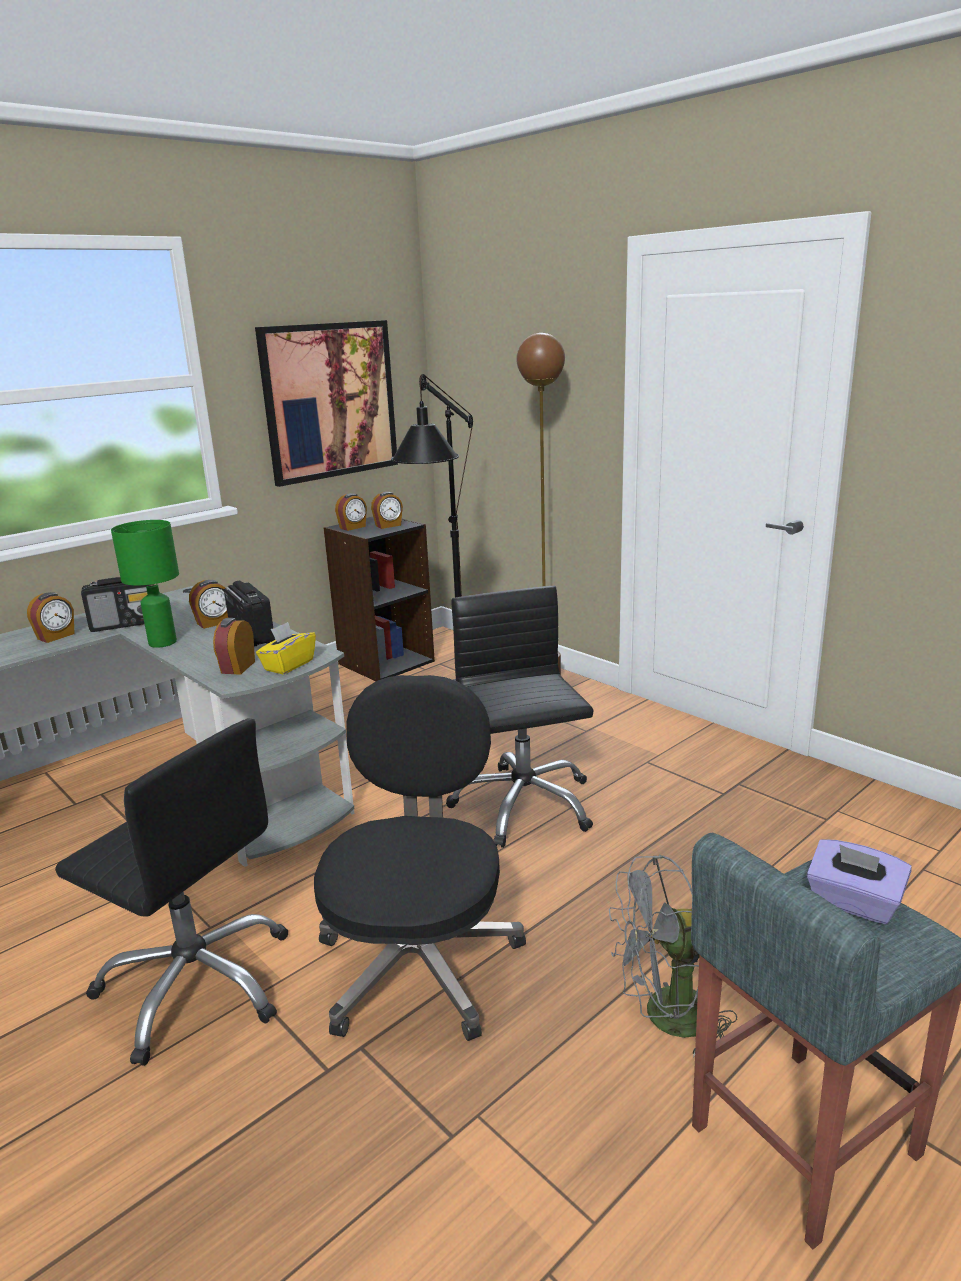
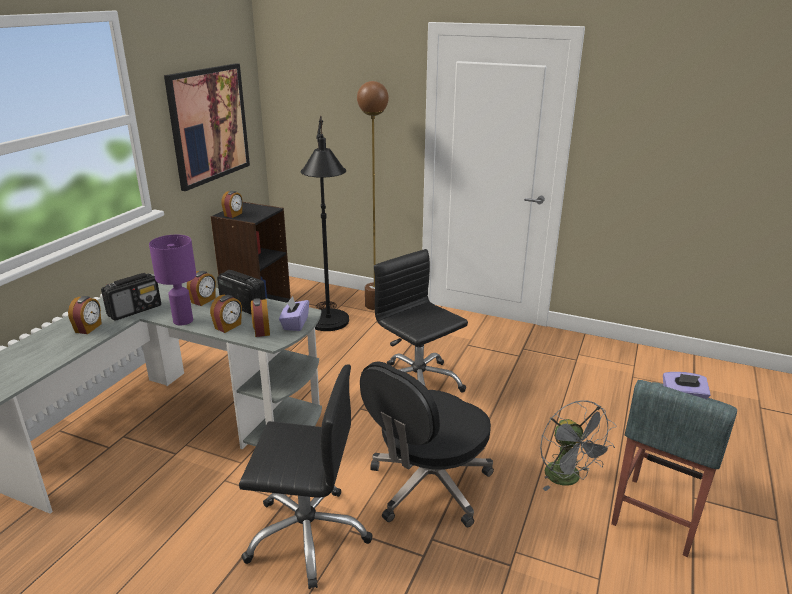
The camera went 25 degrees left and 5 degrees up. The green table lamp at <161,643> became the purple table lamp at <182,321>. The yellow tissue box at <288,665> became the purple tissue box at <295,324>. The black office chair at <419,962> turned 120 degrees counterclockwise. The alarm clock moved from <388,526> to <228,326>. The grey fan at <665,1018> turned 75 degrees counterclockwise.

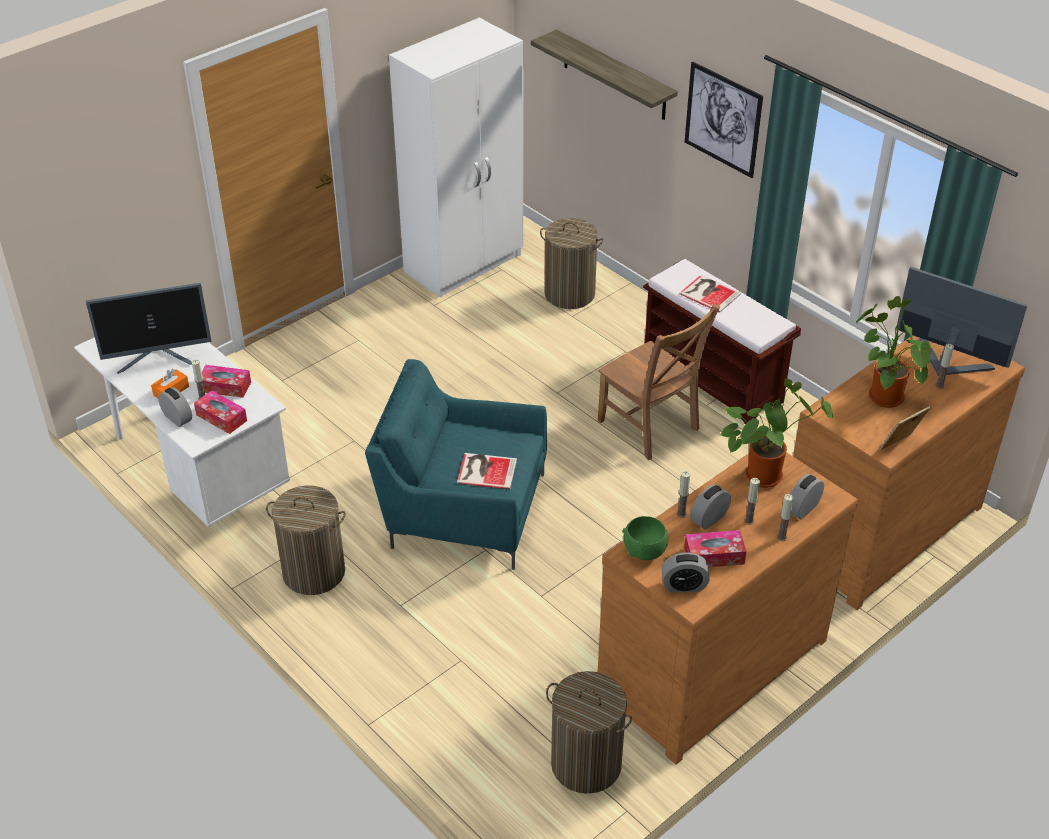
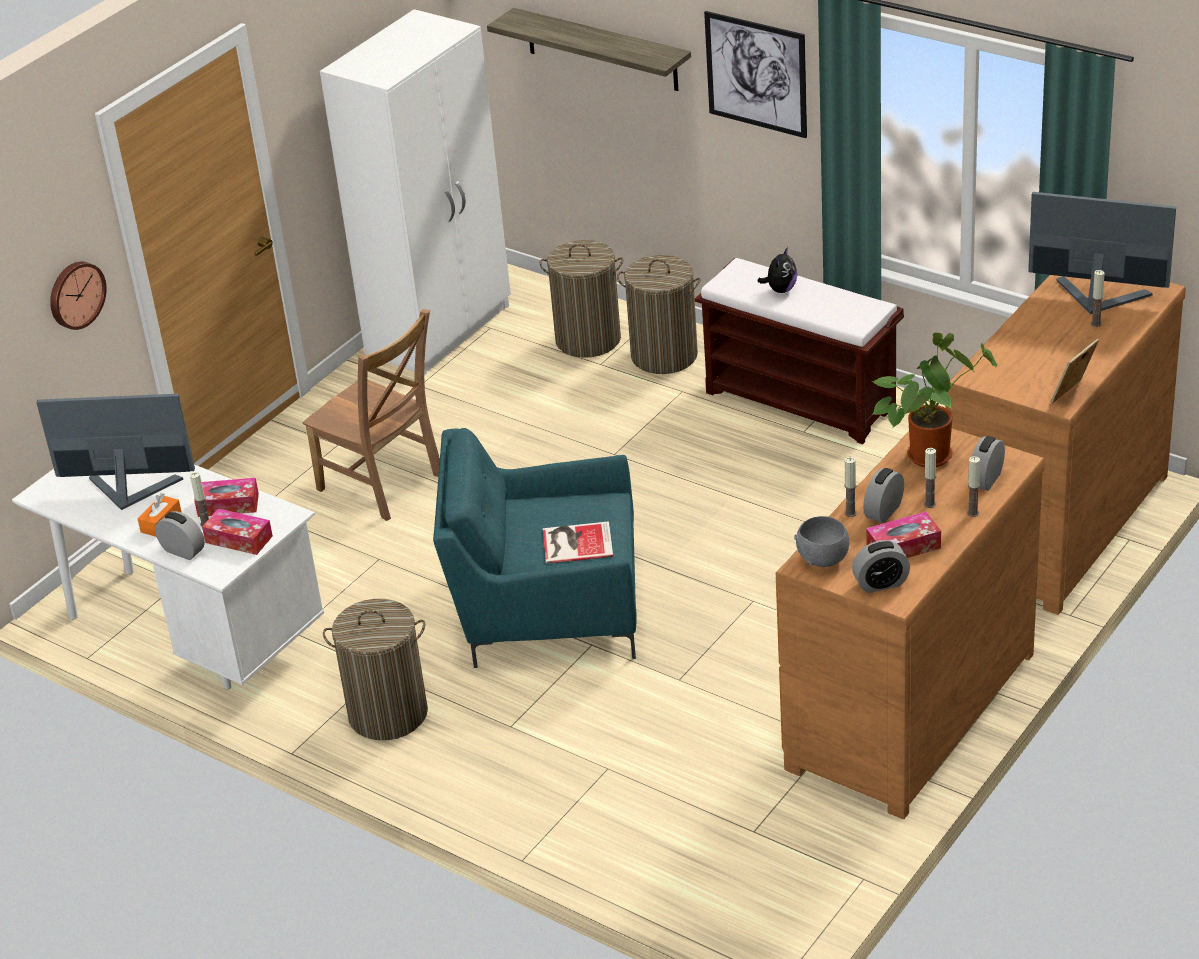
The camera went 10 degrees left and 5 degrees down. The monitor at <158,359> turned 150 degrees counterclockwise. The laundry basket moved from <586,764> to <664,356>. The brown chair moved from <650,427> to <383,484>. The green bowl at <645,551> became the grey bowl at <824,559>. The book at <709,293> was replaced by the plush toy at <780,290>. The potted plant at <882,395> disappeared. The wall clock at <75,294> appeared.

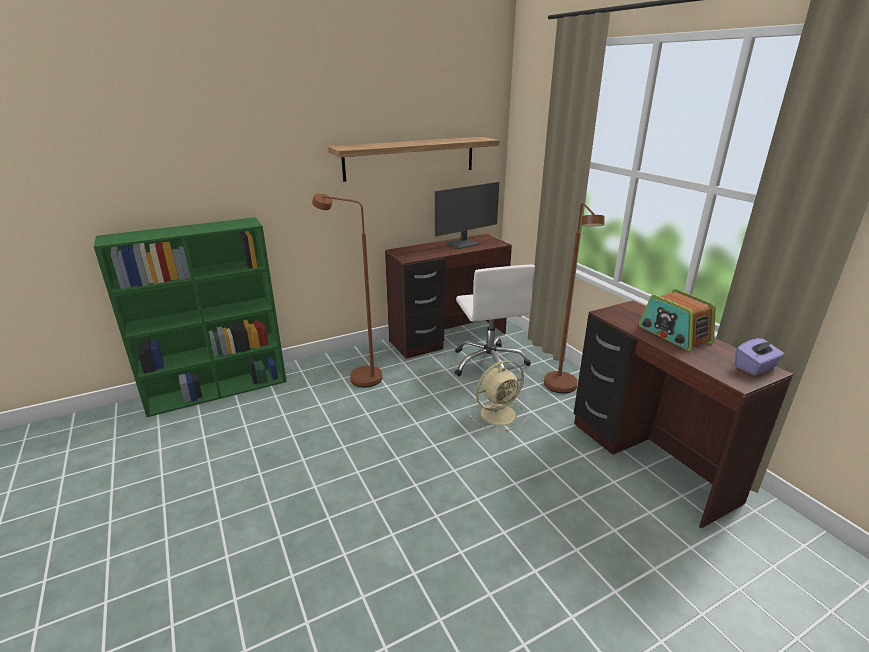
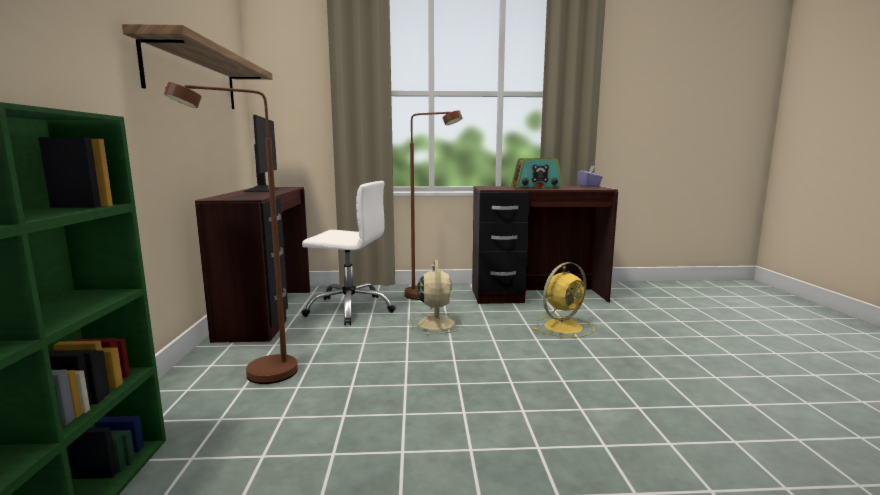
The camera went 65 degrees left and 15 degrees down. The yellow fan at <564,326> appeared.

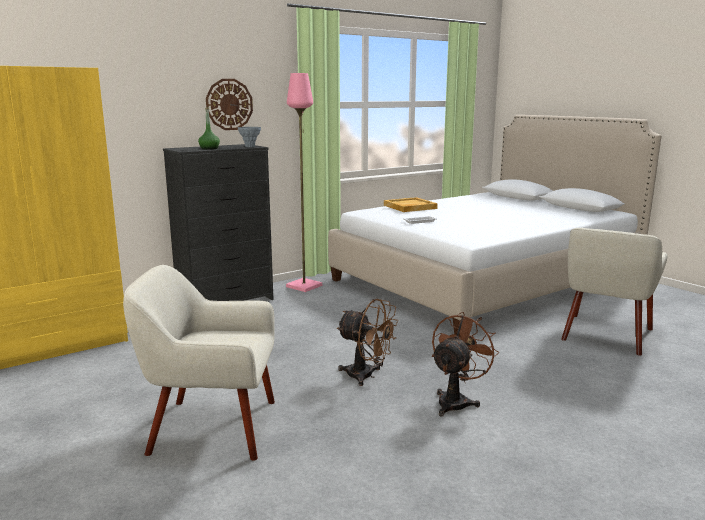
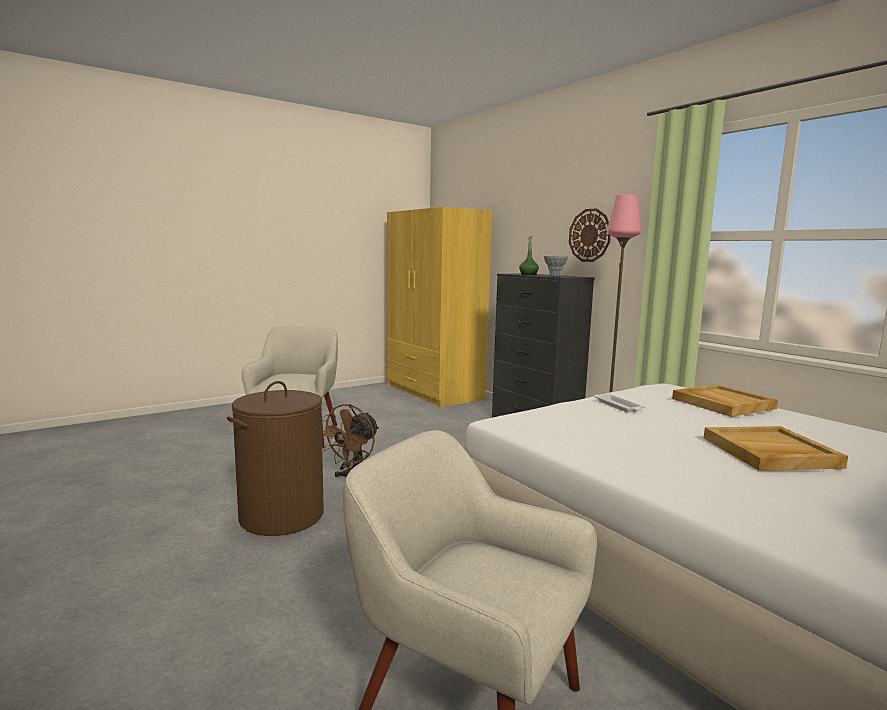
The camera went 90 degrees right and 5 degrees down. The brown fan at <456,401> was replaced by the brown laundry basket at <282,515>. The beige tray at <769,452> appeared.

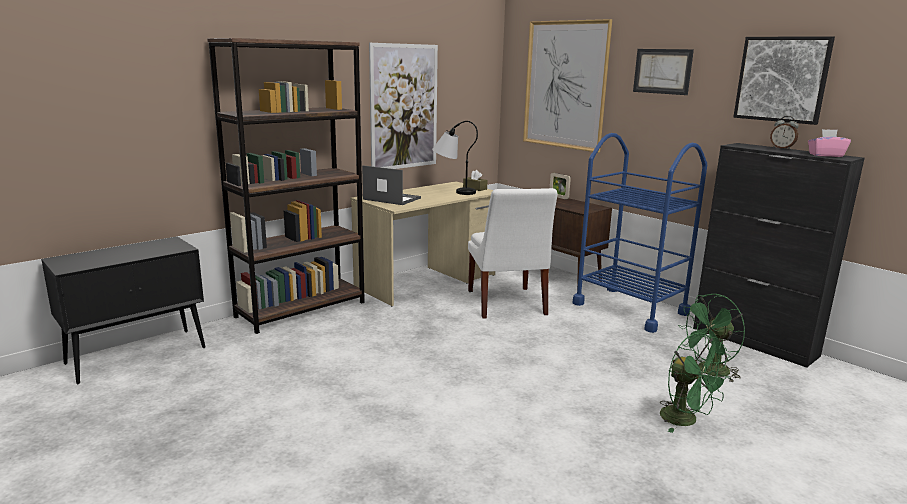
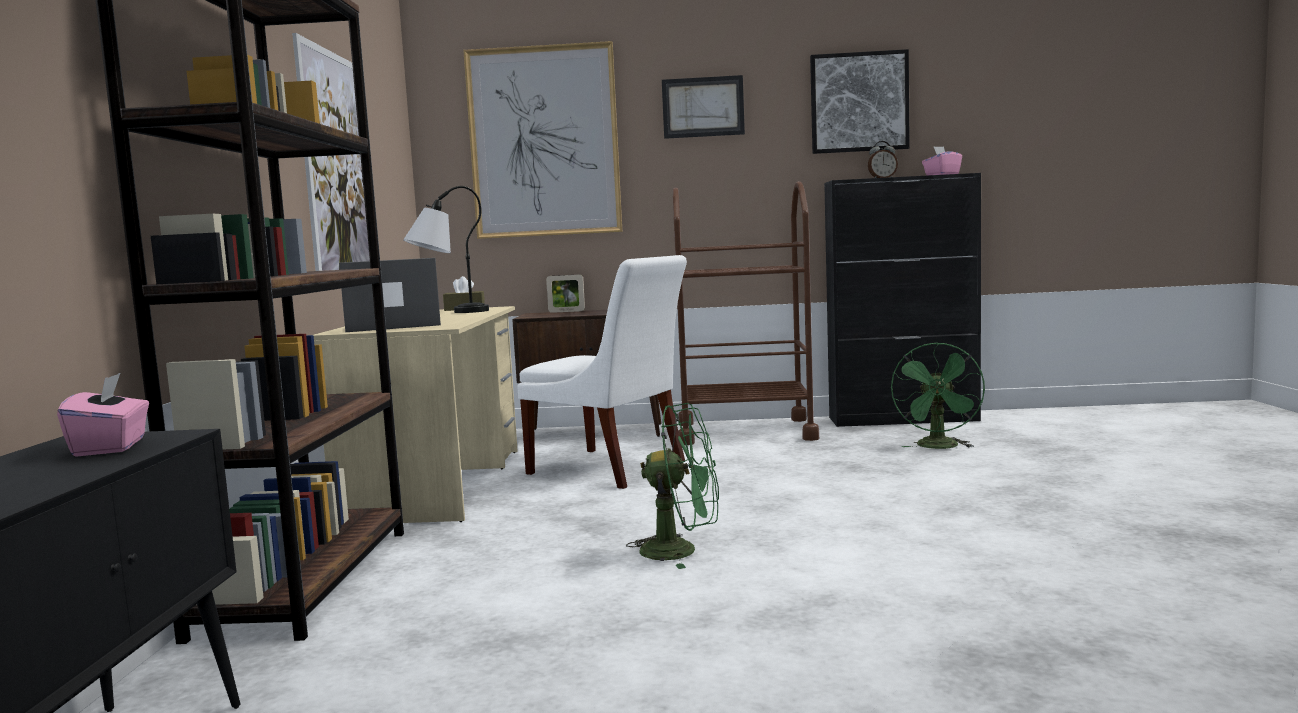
The camera went 45 degrees left and 10 degrees down. The blue cart at <630,308> became the brown cart at <745,431>. The green fan moved from <686,420> to <681,551>. The pink tissue box at <111,447> appeared.

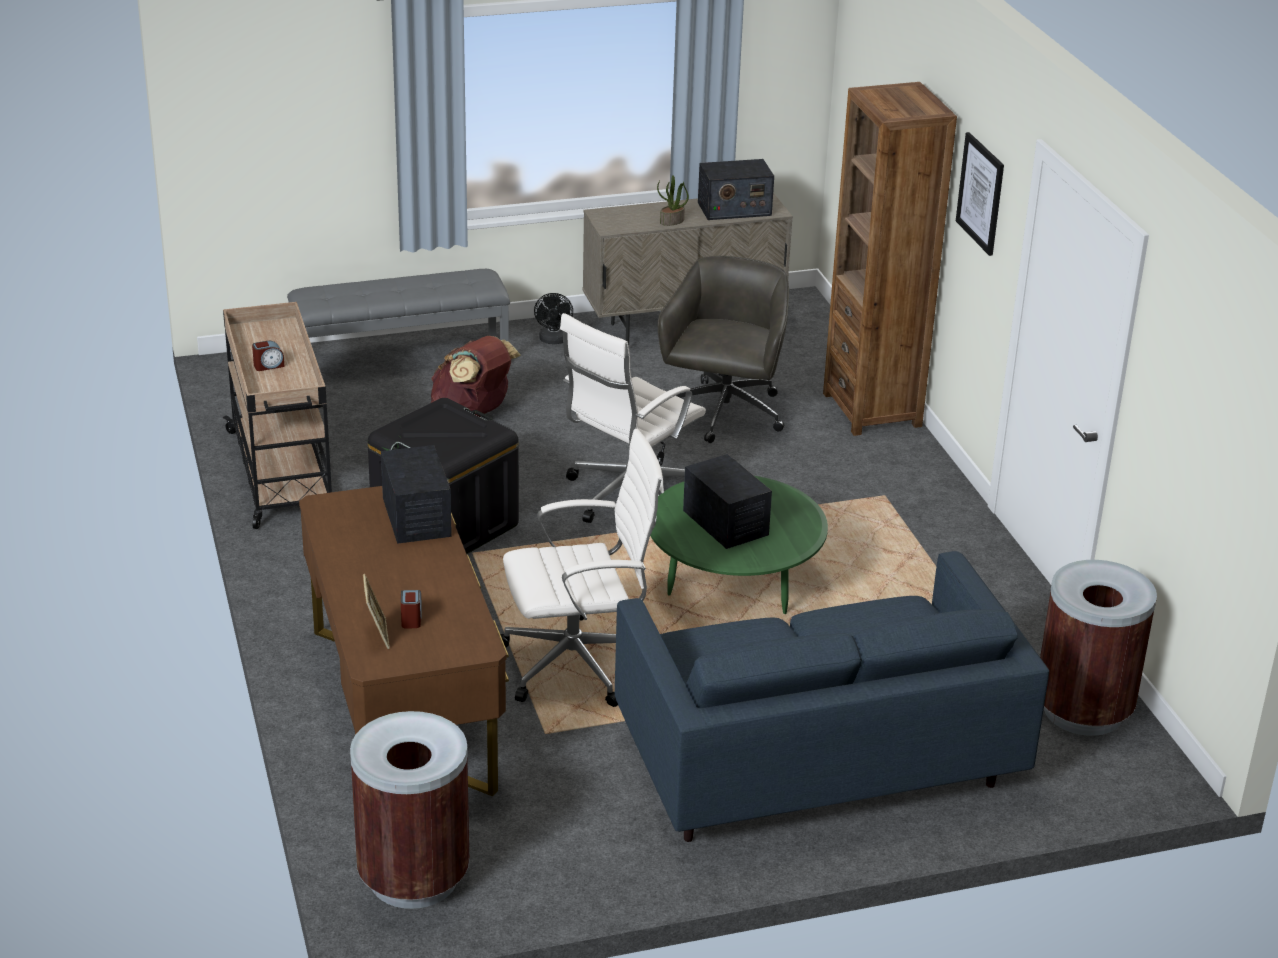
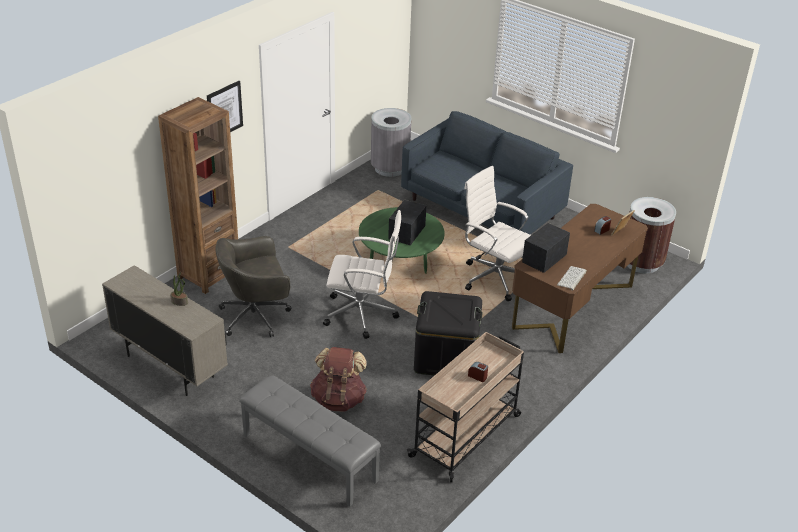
The camera went 125 degrees left and 5 degrees up. The black fan at <553,340> disappeared. The radio at <734,209> disappeared. The brown trash can at <1082,710> became the grey trash can at <390,168>. The keyboard at <572,278> appeared.

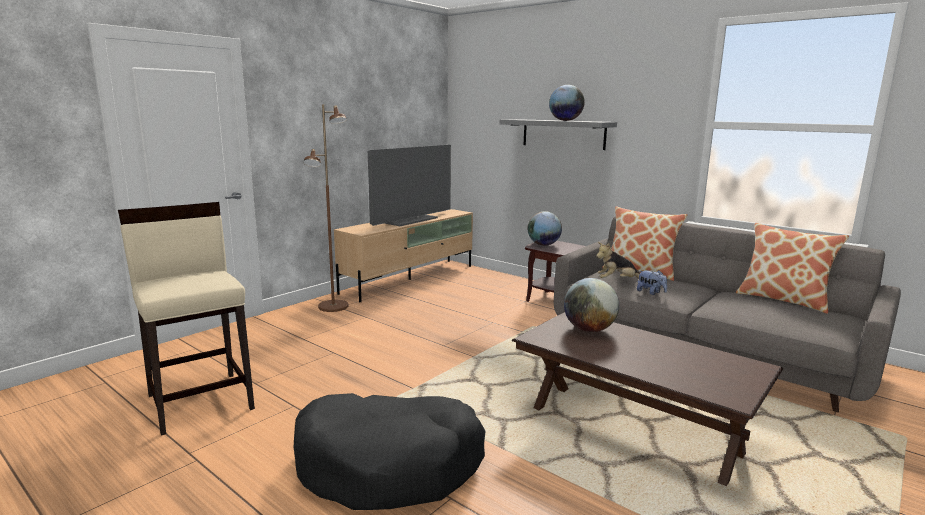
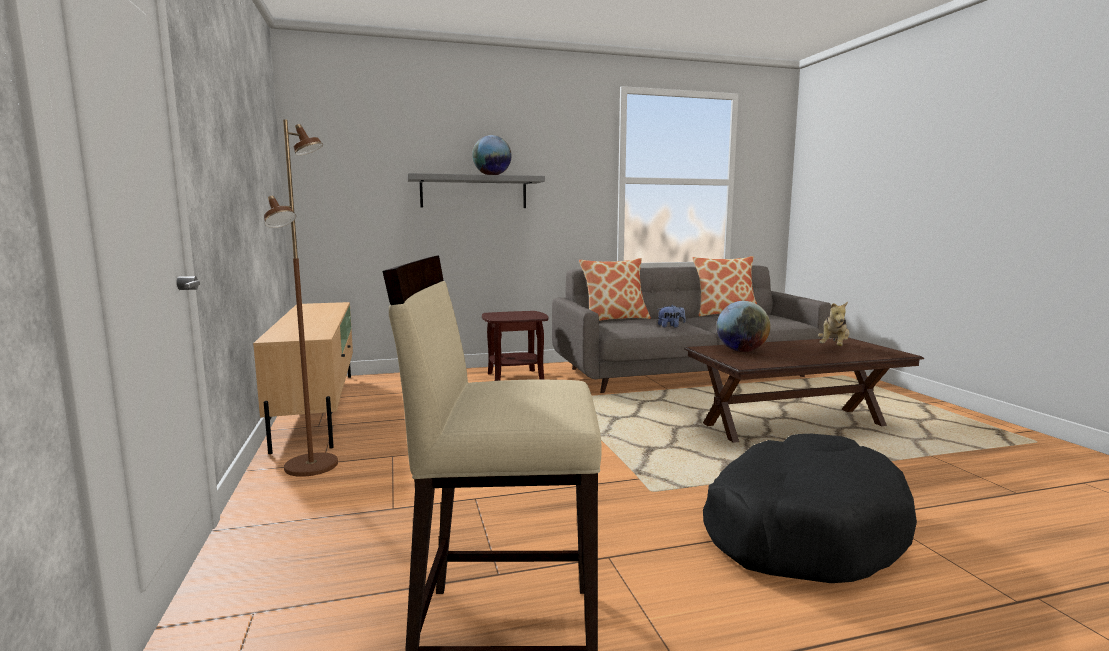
The camera went 55 degrees left and 5 degrees down. The television at <410,220> disappeared. The globe at <543,245> disappeared. The plush toy moved from <617,281> to <833,347>.

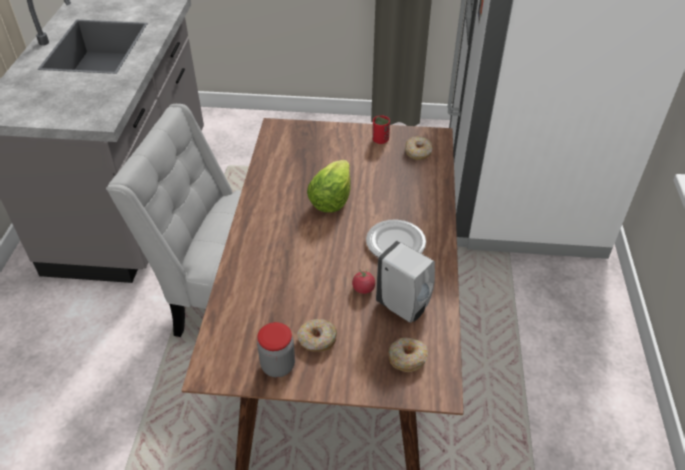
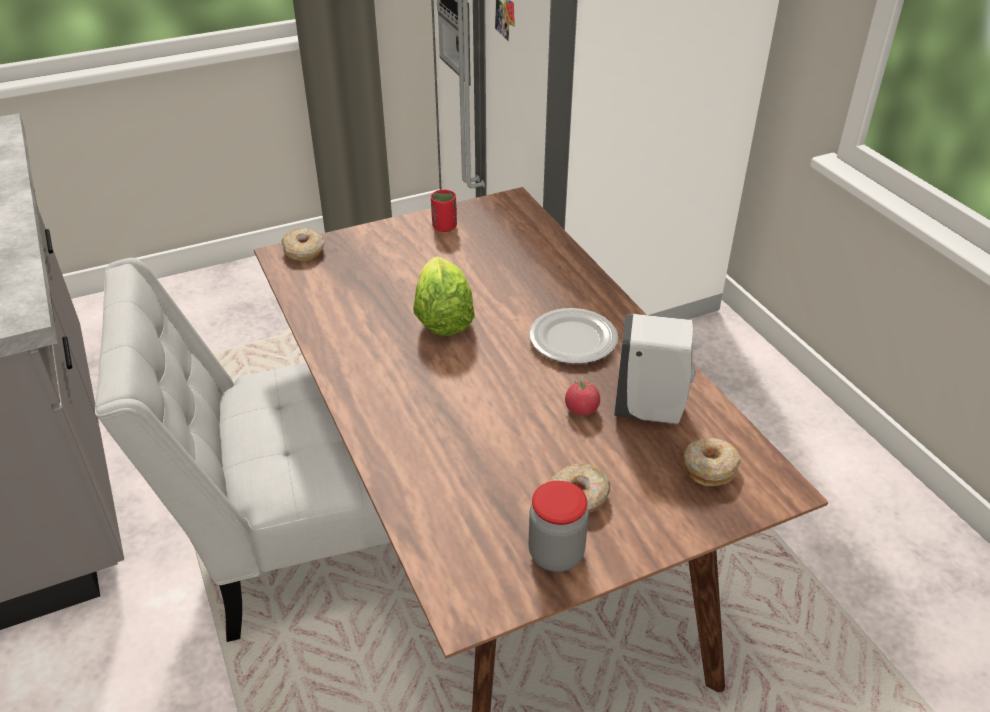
The camera went 30 degrees left and 5 degrees down. The donut moved from <418,152> to <304,251>.

